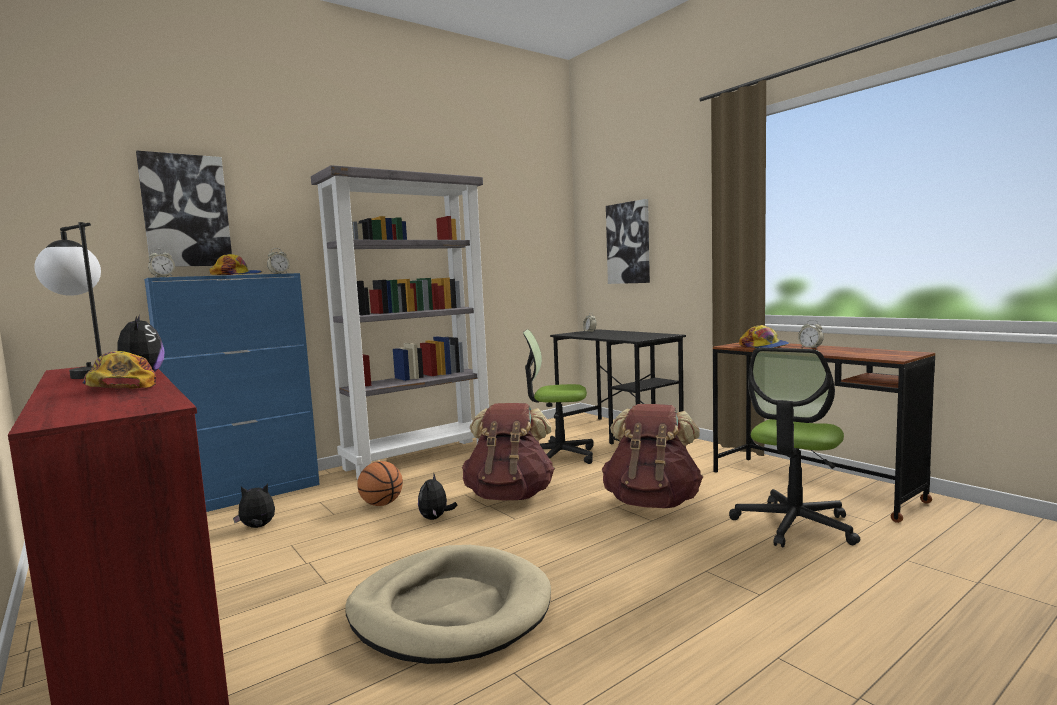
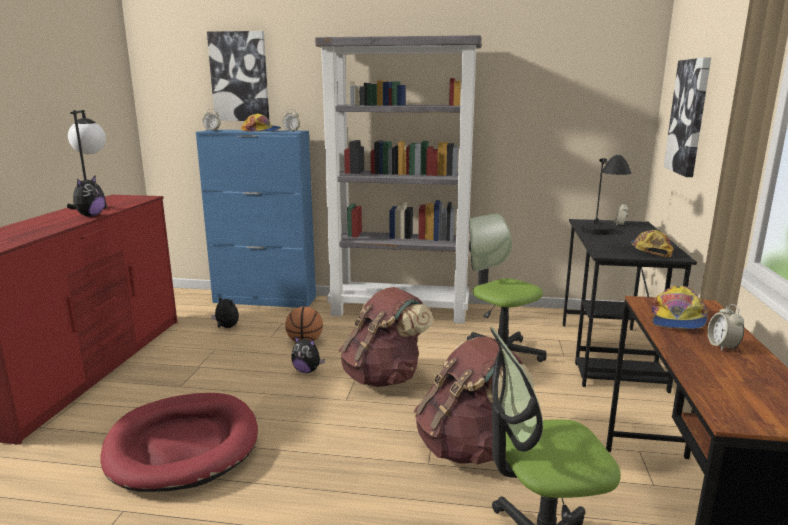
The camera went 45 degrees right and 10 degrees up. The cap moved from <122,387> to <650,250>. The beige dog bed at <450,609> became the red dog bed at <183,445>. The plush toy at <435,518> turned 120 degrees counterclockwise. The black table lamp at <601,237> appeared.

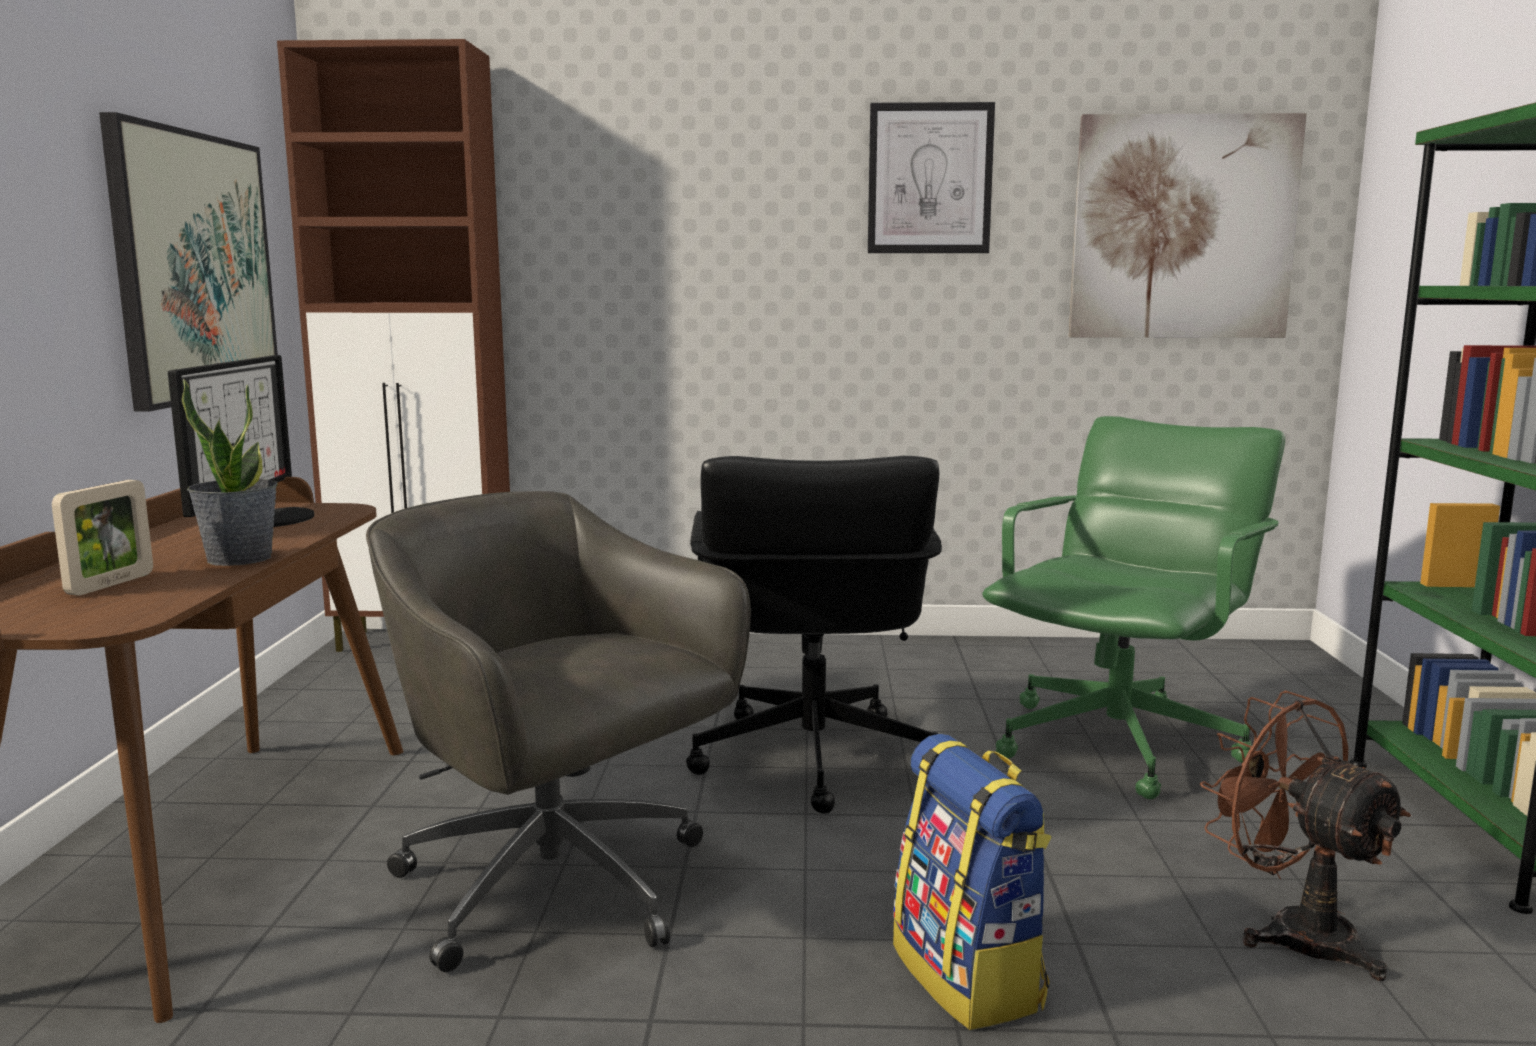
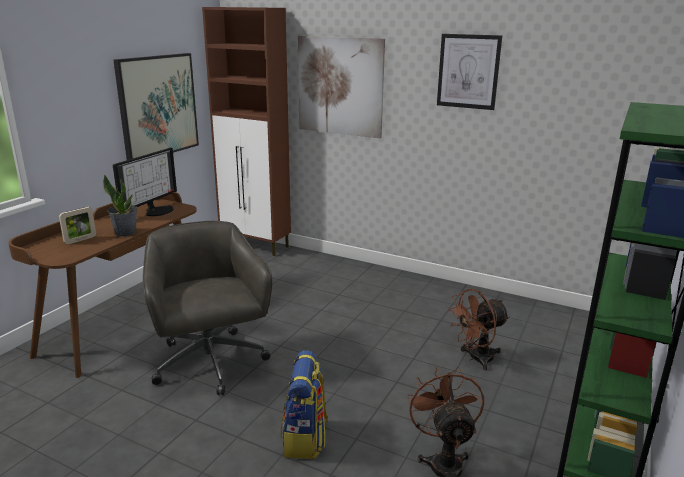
The camera went 25 degrees right and 10 degrees up. The black office chair at <811,760> disappeared. The green office chair at <1120,745> was replaced by the brown fan at <475,358>. The picture moved from <1183,228> to <340,86>.

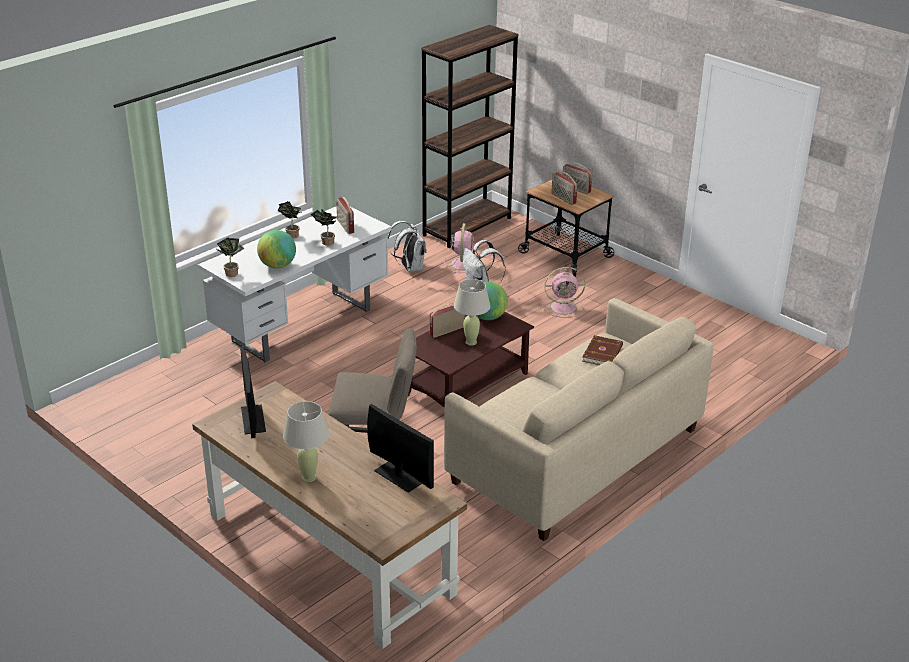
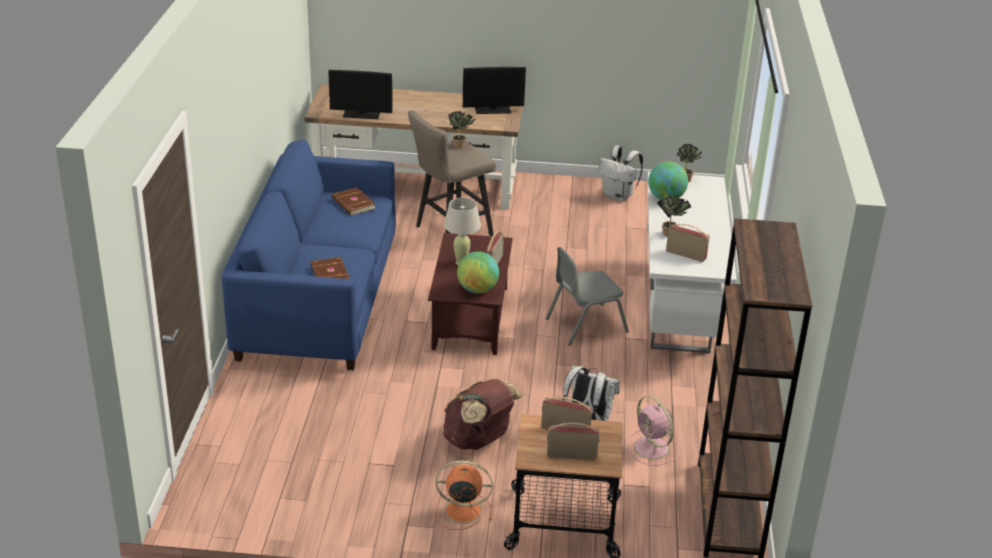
The camera went 140 degrees right and 0 degrees up. The monitor at <253,419> turned 135 degrees clockwise. The potted plant moved from <291,235> to <460,145>. The beige table lamp at <309,477> disappeared. The white backpack moved from <409,268> to <618,196>. The beige sofa at <576,456> became the blue sofa at <318,300>. The pink fan at <564,307> was replaced by the brown backpack at <478,441>. The brown book at <353,204> appeared. The orange fan at <461,511> appeared. The grey chair at <585,325> appeared.

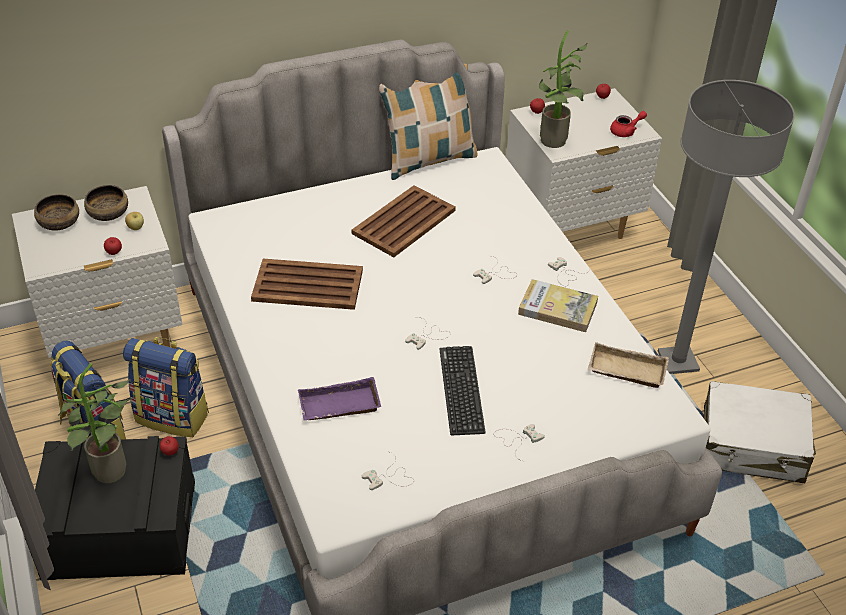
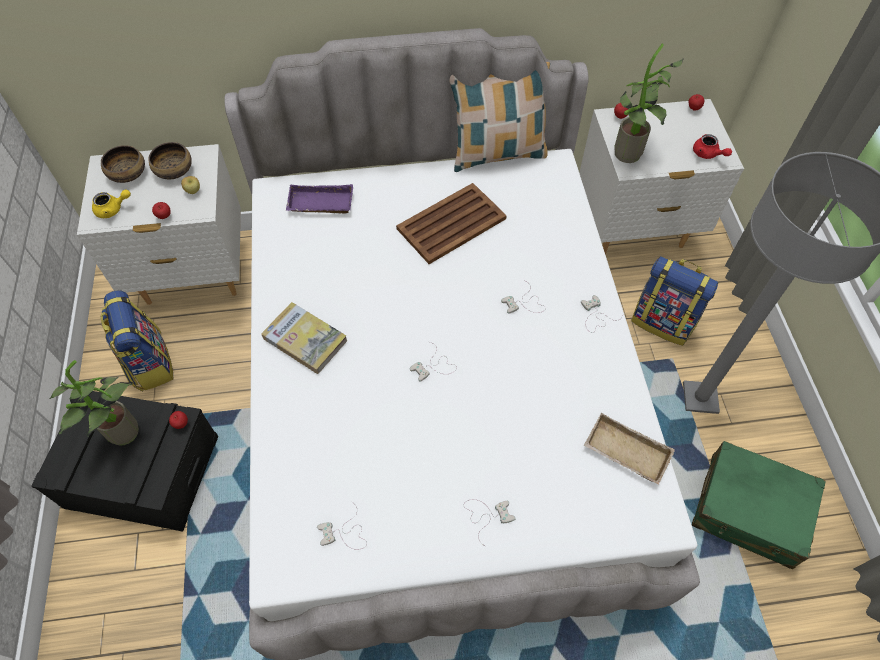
The camera went 15 degrees right and 15 degrees up. The backpack moved from <173,416> to <663,321>. The brown tray at <309,286> disappeared. The purple tray moved from <338,407> to <319,204>. The keyboard at <461,390> disappeared. The book moved from <557,308> to <305,339>. The red teapot at <626,131> turned 60 degrees clockwise. The white suitcase at <752,445> became the green suitcase at <750,511>. The yellow teapot at <113,209> appeared.

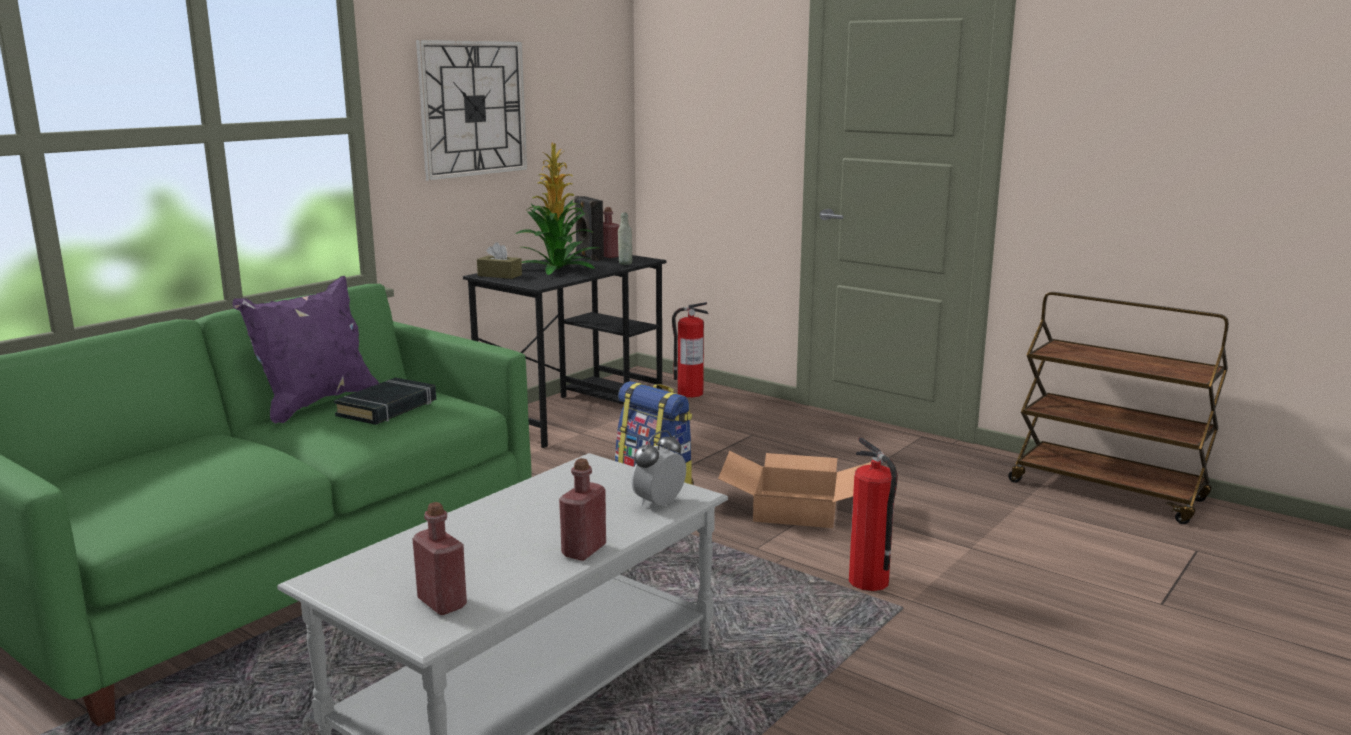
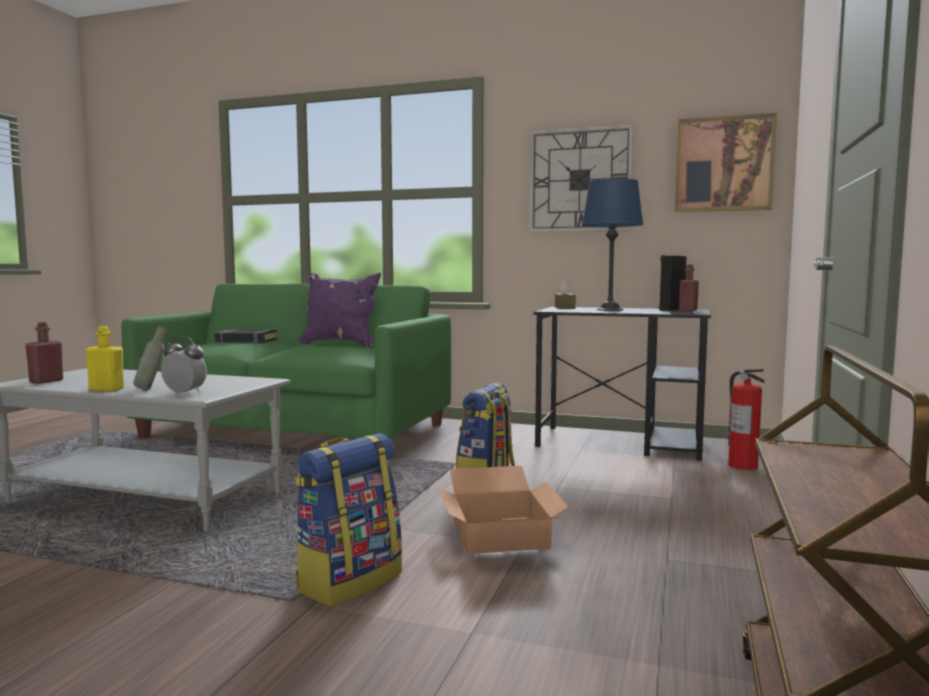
The camera went 70 degrees right and 10 degrees down. The black book moved from <388,408> to <246,341>. The potted plant at <558,269> was replaced by the blue table lamp at <610,309>. The red bottle at <584,550> became the yellow bottle at <106,389>. The grey bottle moved from <625,264> to <151,389>. The fire extinguisher at <869,581> was replaced by the backpack at <349,581>. The picture at <724,164> appeared.

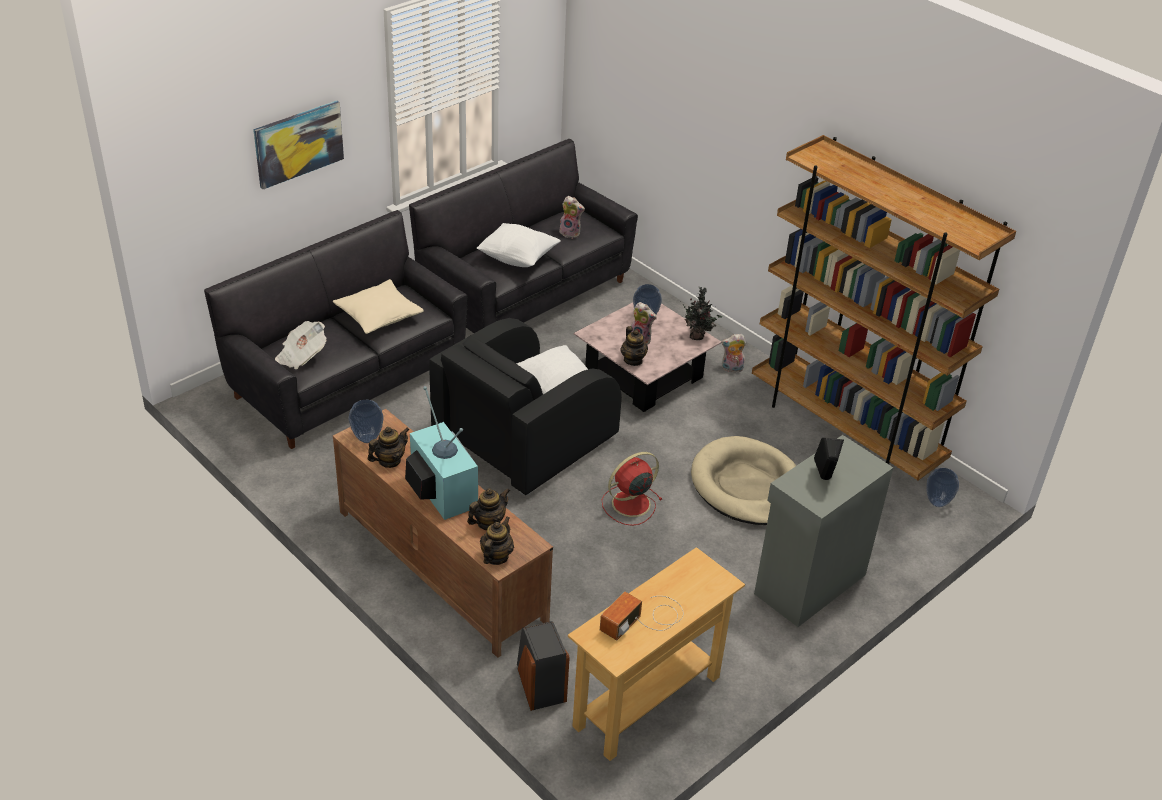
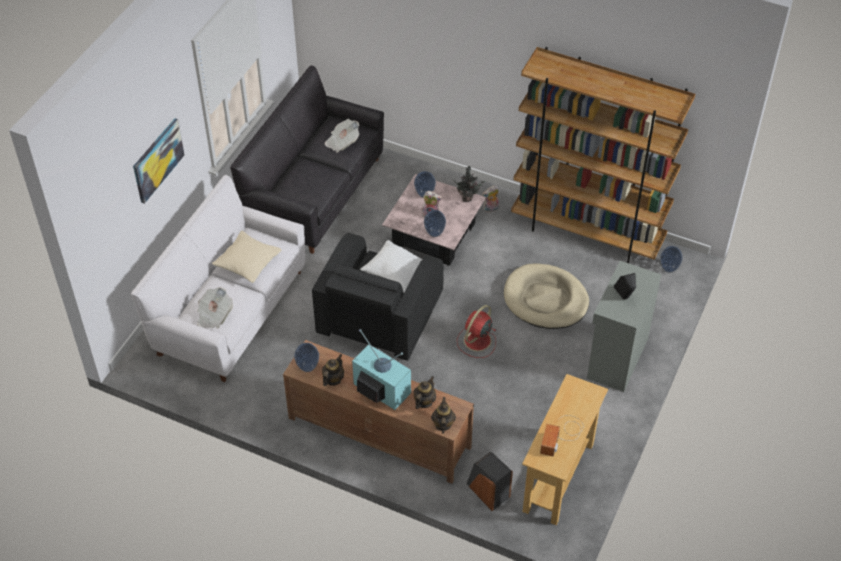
The camera went 20 degrees left and 10 degrees up. The black sofa at <348,380> became the white sofa at <230,312>. The white pillow at <518,258> disappeared. The plush toy at <571,233> was replaced by the newspaper at <342,142>. The teapot at <633,360> was replaced by the vase at <434,233>.

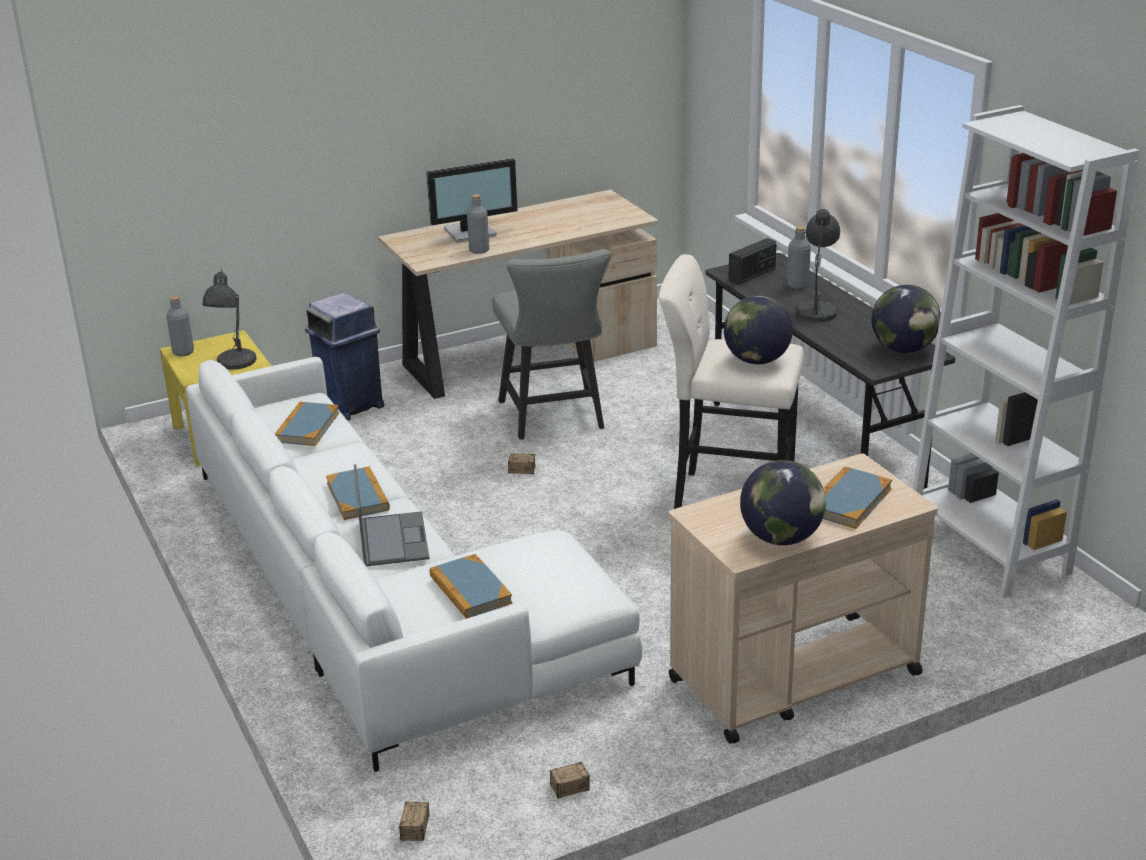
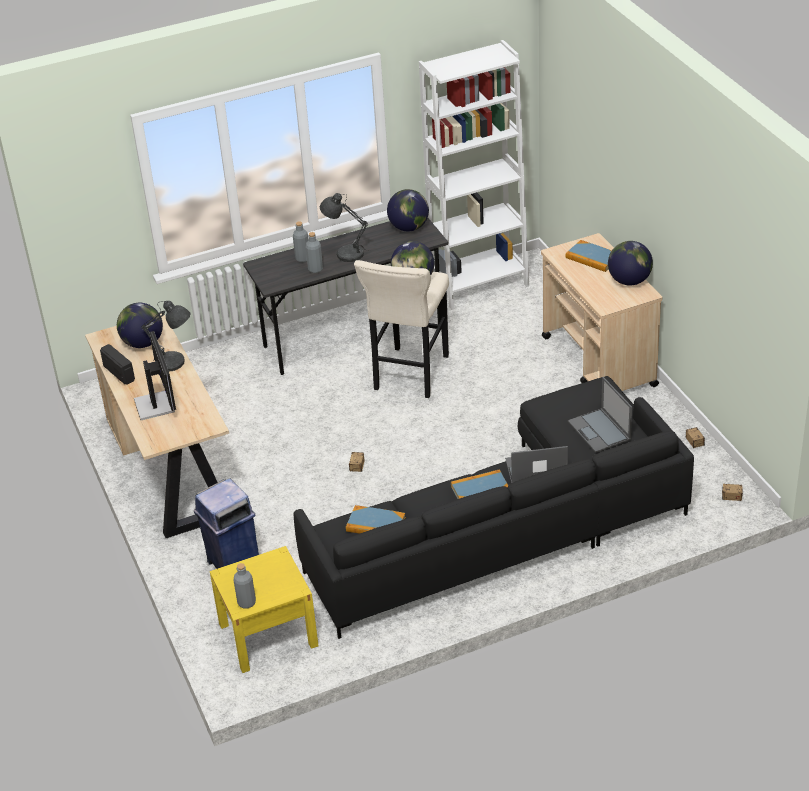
The camera went 85 degrees left and 10 degrees up. The white sofa at <379,594> became the black sofa at <509,526>. The grey table lamp moved from <234,363> to <174,363>. The book at <470,590> was replaced by the laptop at <599,431>. The grey bottle moved from <479,250> to <315,269>. The grey chair at <554,418> disappeared. The radio moved from <752,275> to <119,373>. The globe at <143,343> appeared.

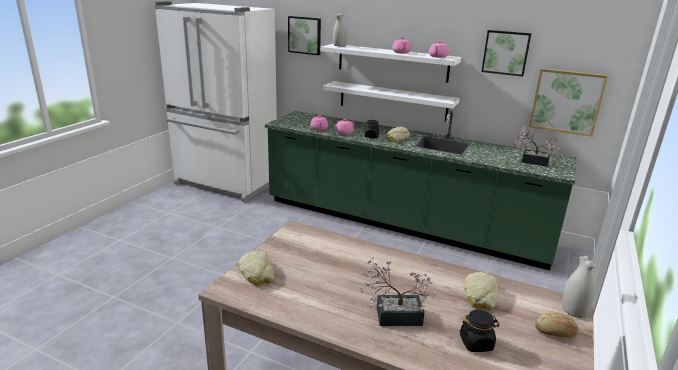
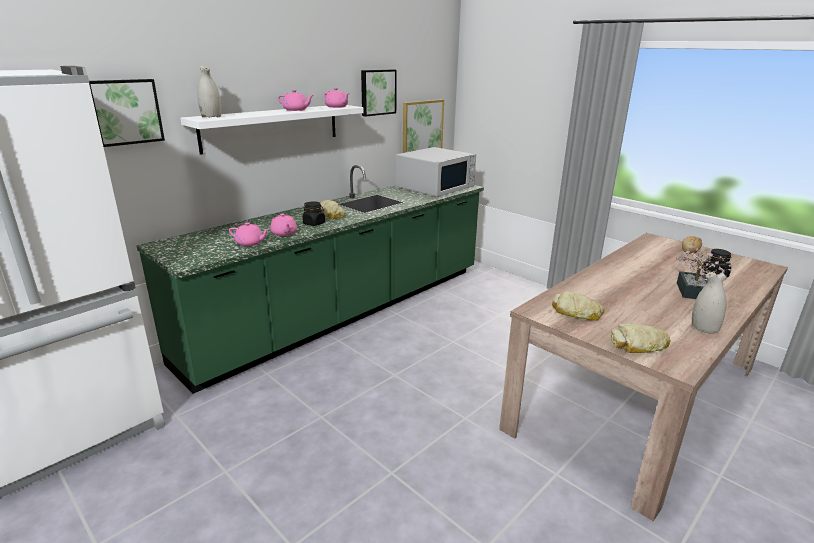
The camera went 70 degrees left and 0 degrees up. The white shelf at <392,101> disappeared. The bread moved from <480,295> to <576,312>. The potted plant at <531,161> was replaced by the white microwave at <435,187>. The white vase moved from <574,310> to <704,328>.

